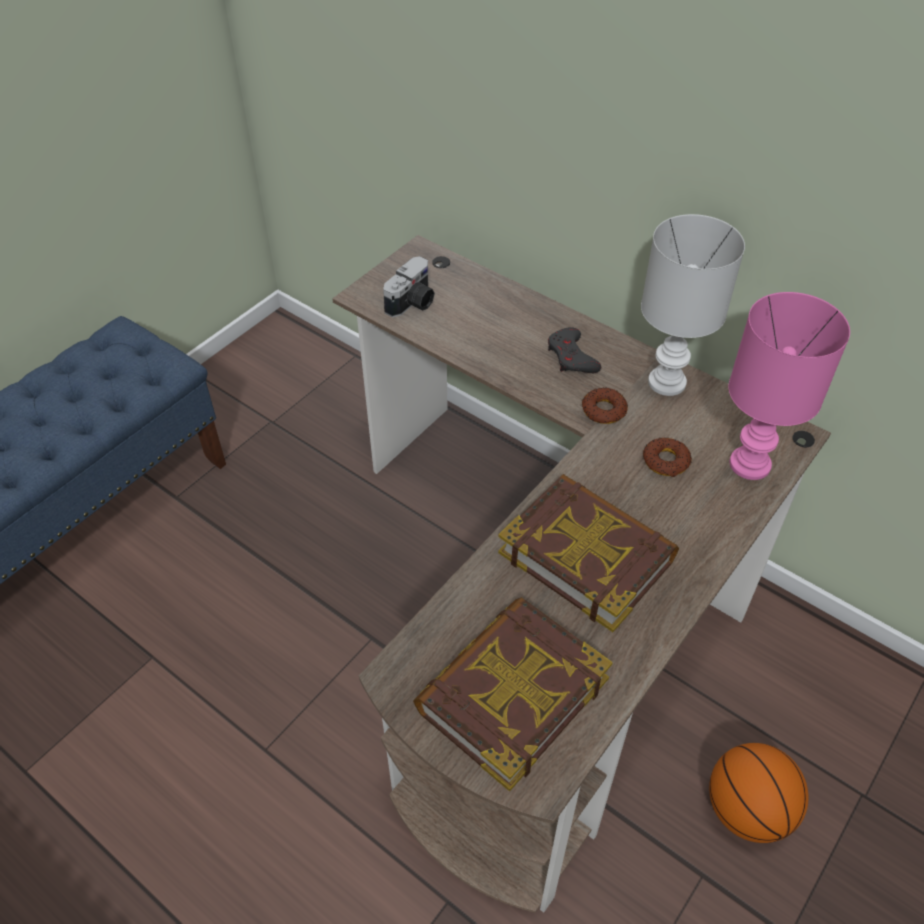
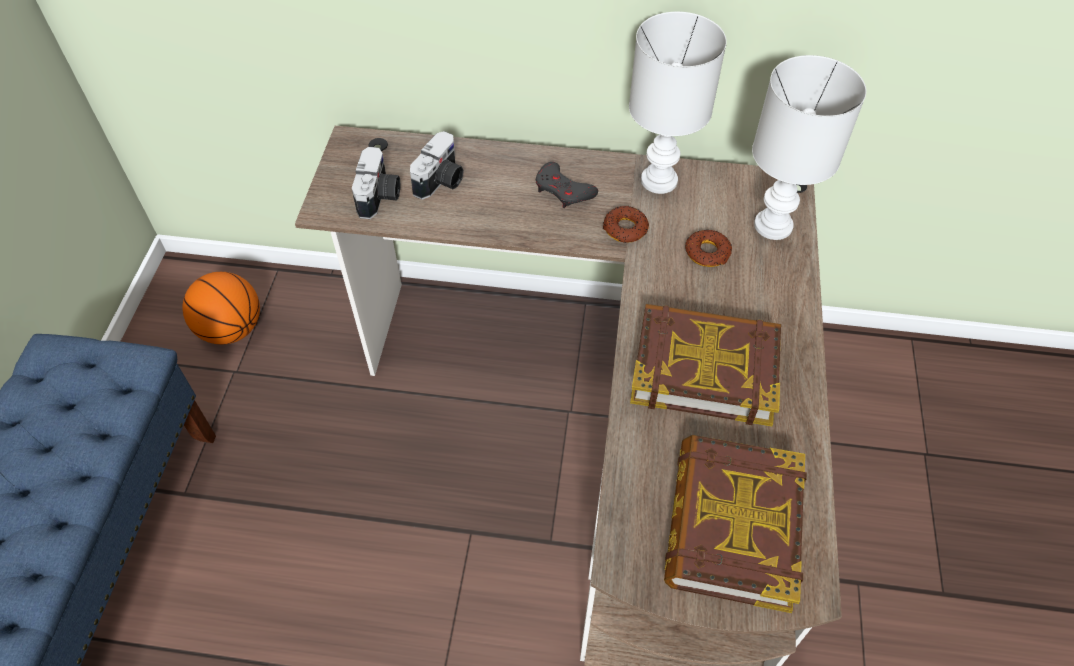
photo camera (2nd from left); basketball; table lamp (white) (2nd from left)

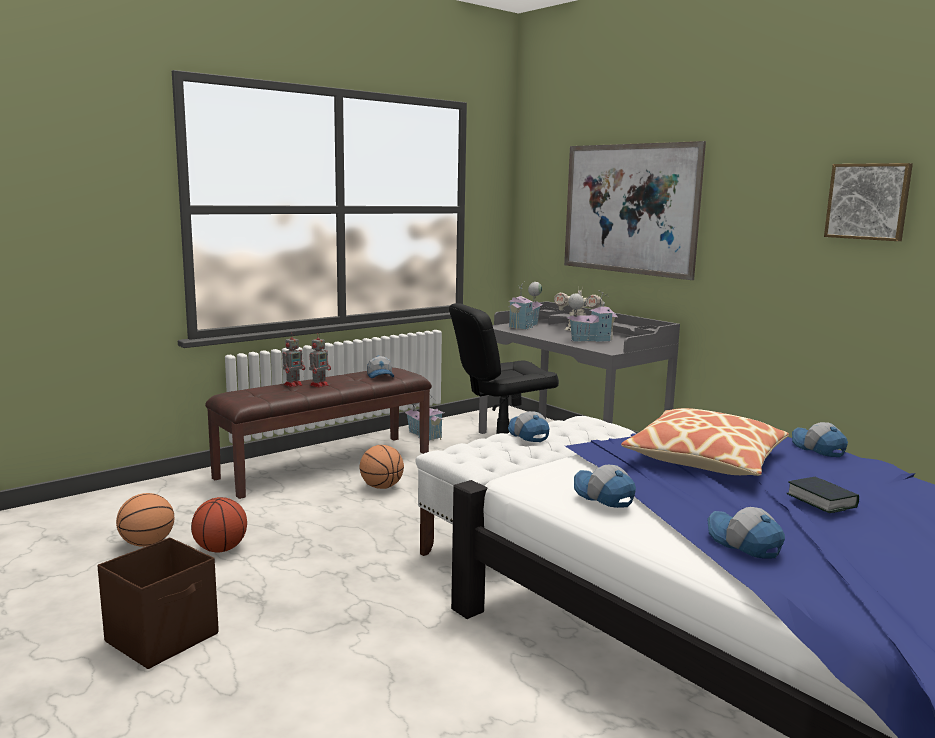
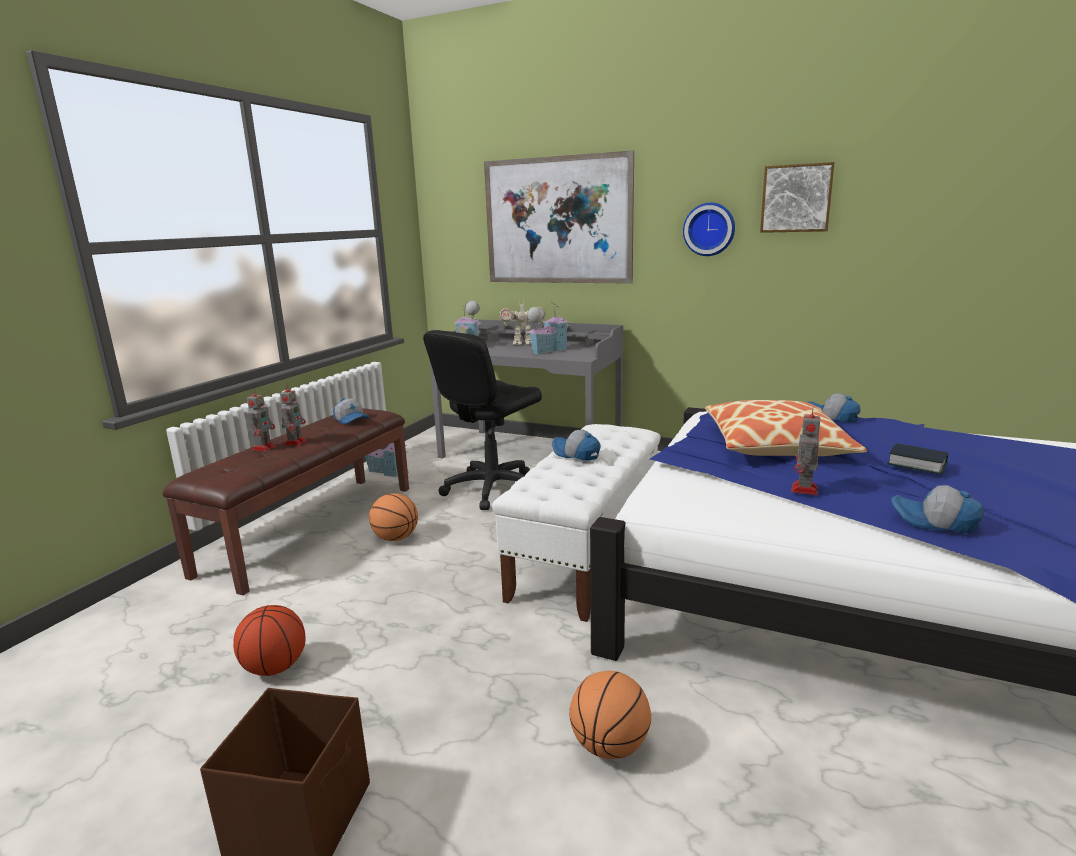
cap (3rd from left in the first image); wall clock; toy robot (4th from left); basketball (3rd from left)

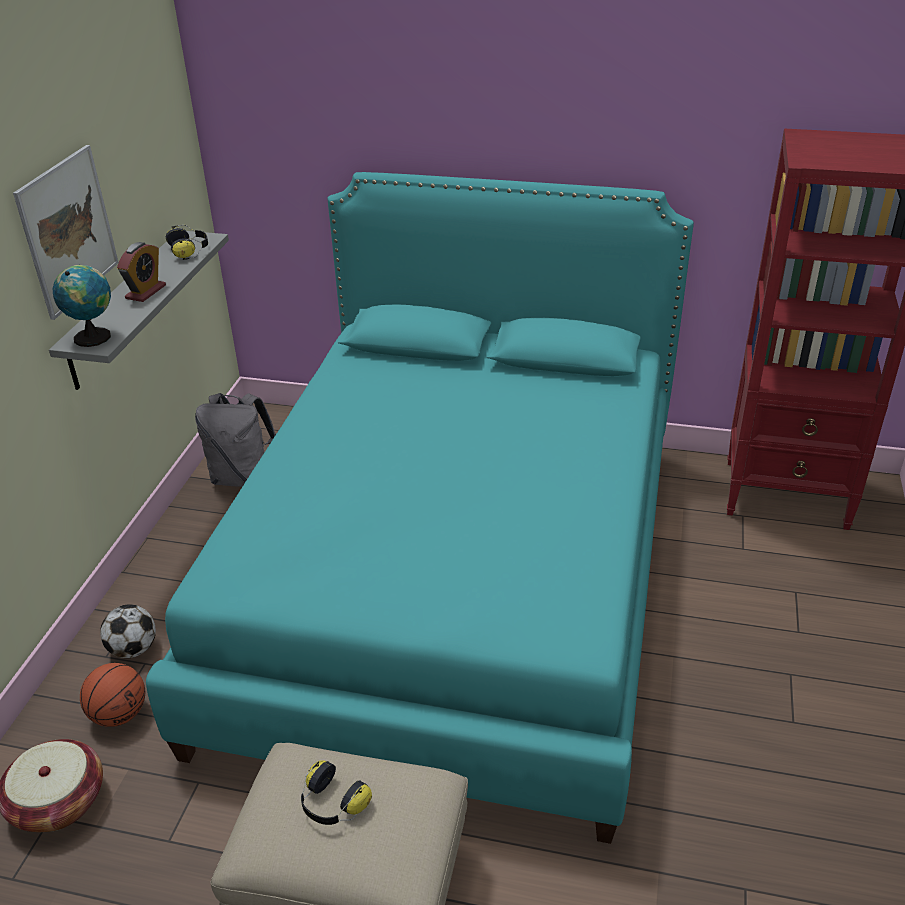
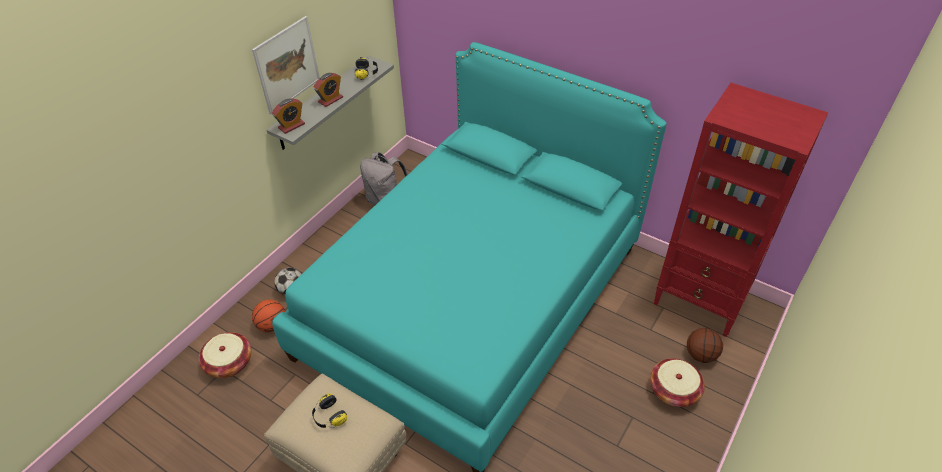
basket (2nd from left); basketball (2nd from left); alarm clock (1st from left)

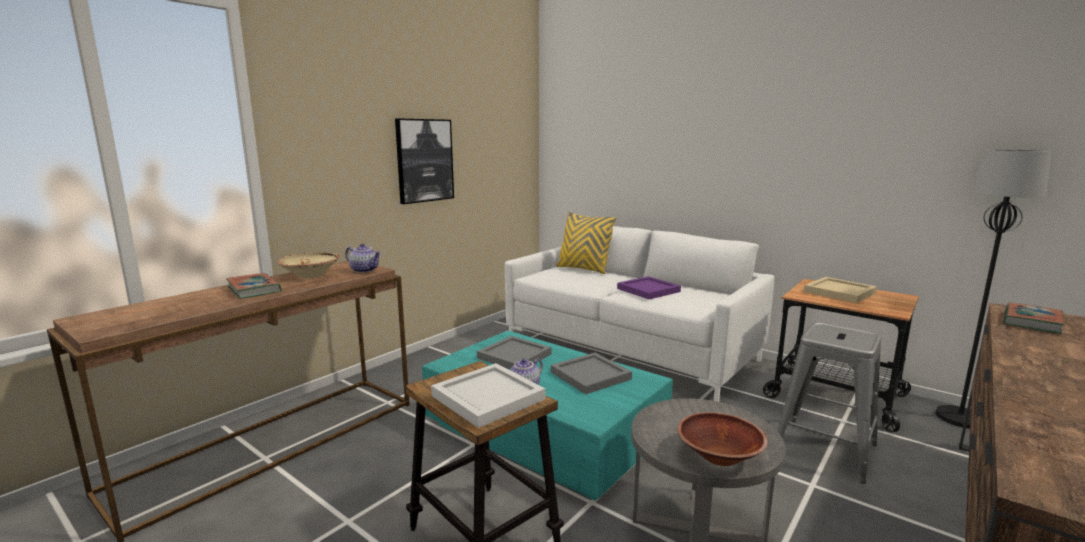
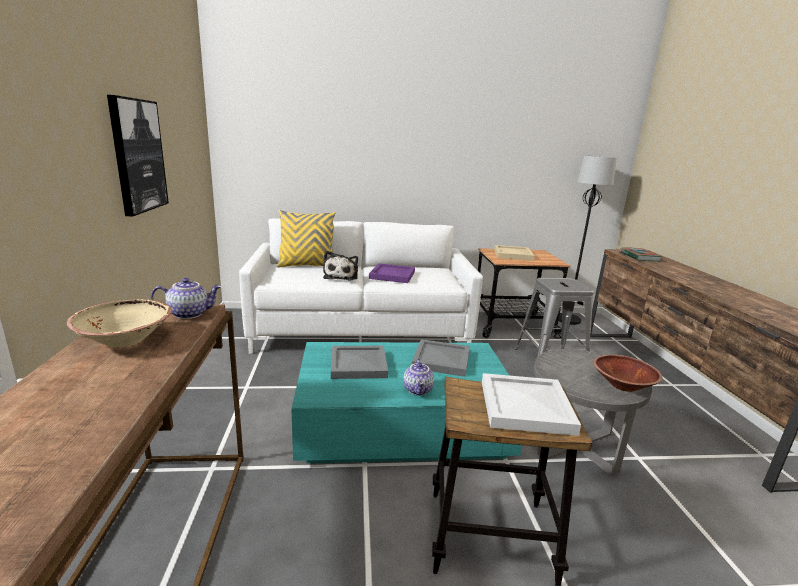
book (1st from left in the first image); plush toy

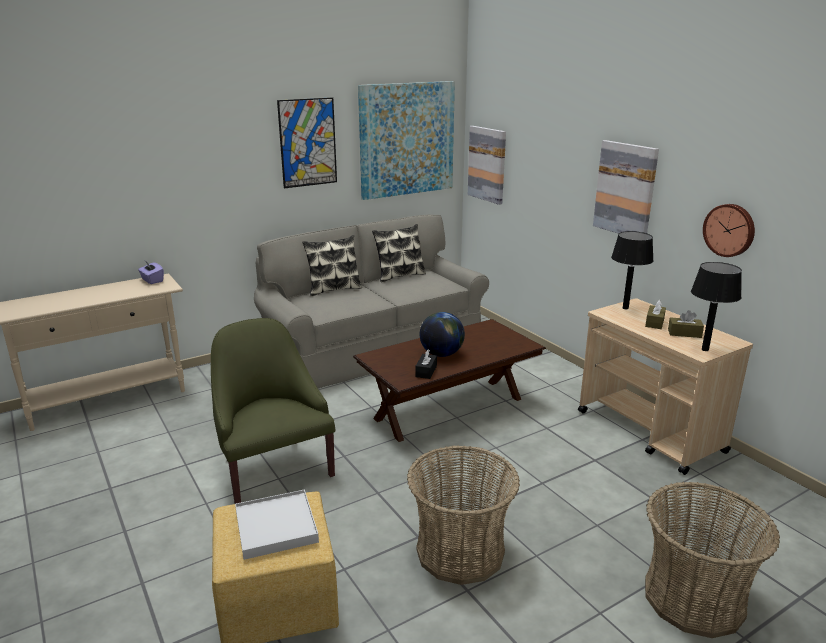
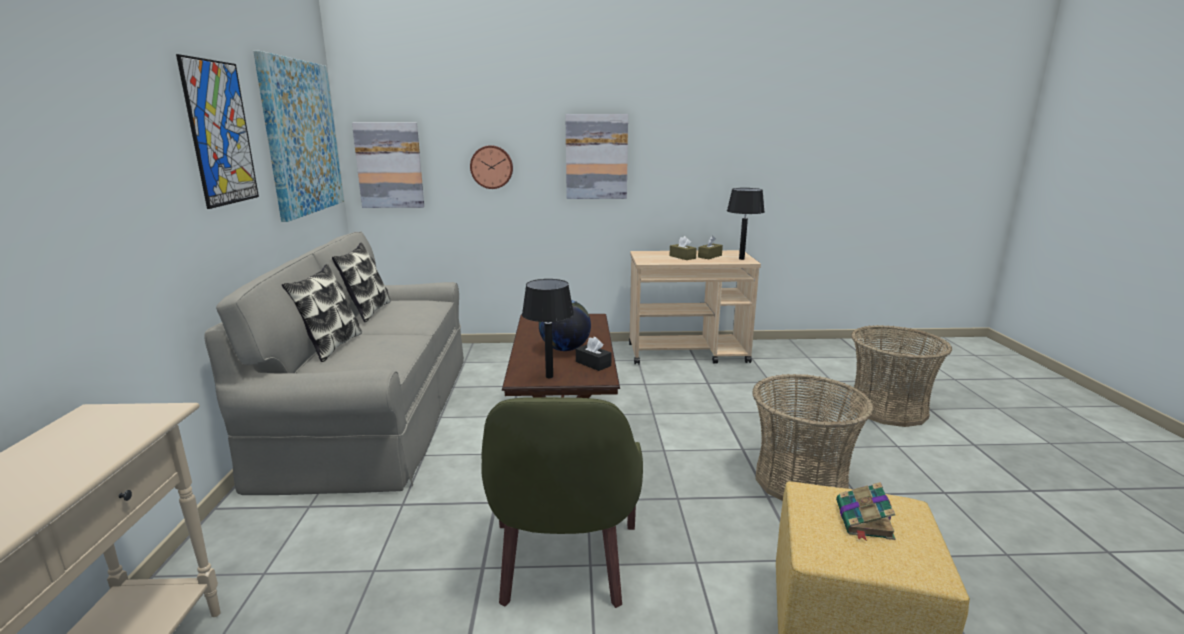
tissue box (purple); table lamp (black) (1st from left); wall clock; book; armchair (green)

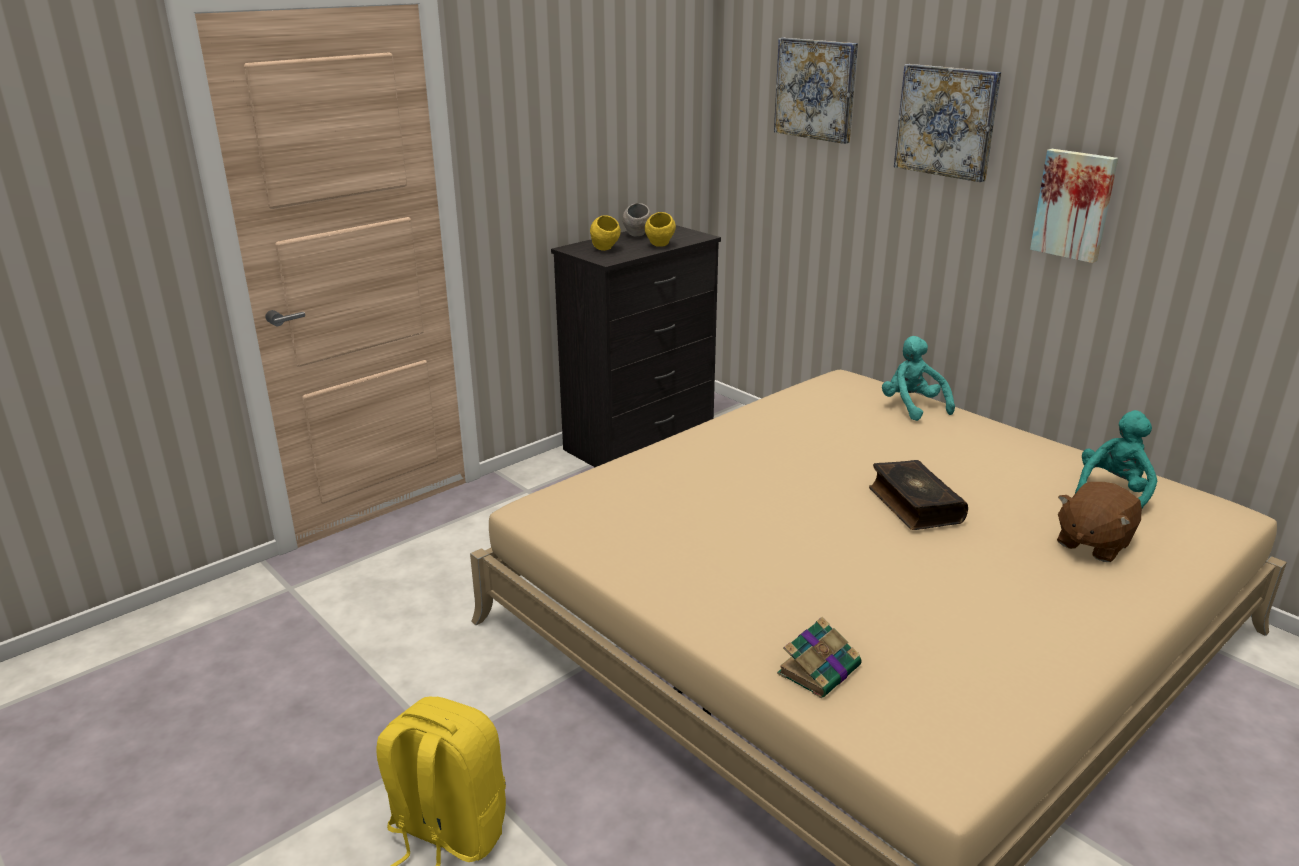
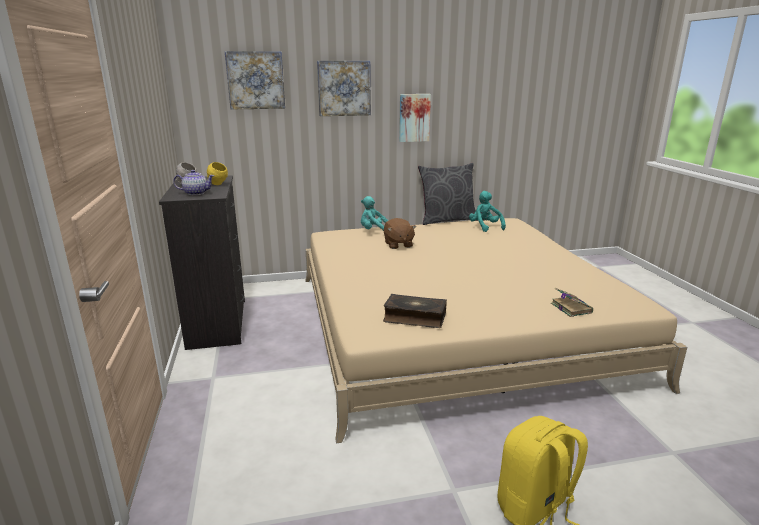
pillow (grey); book (1st from left); plush toy (brown); teapot

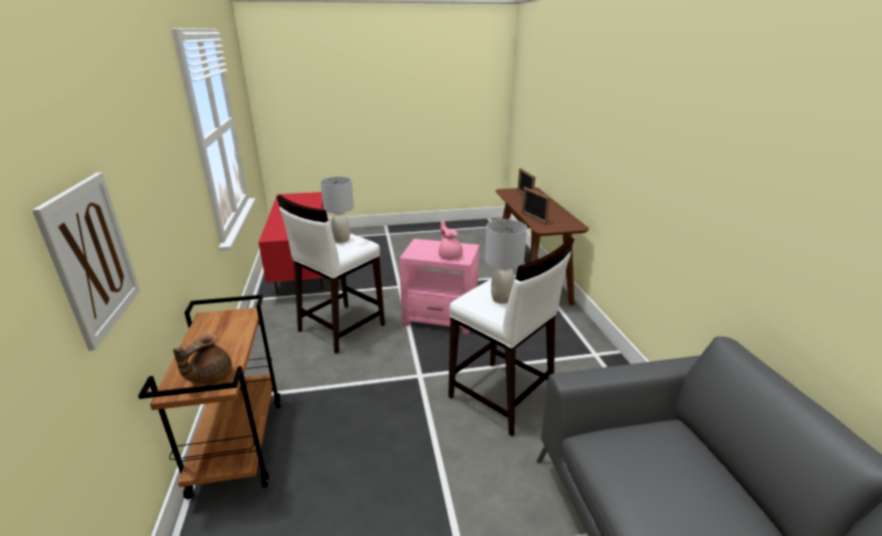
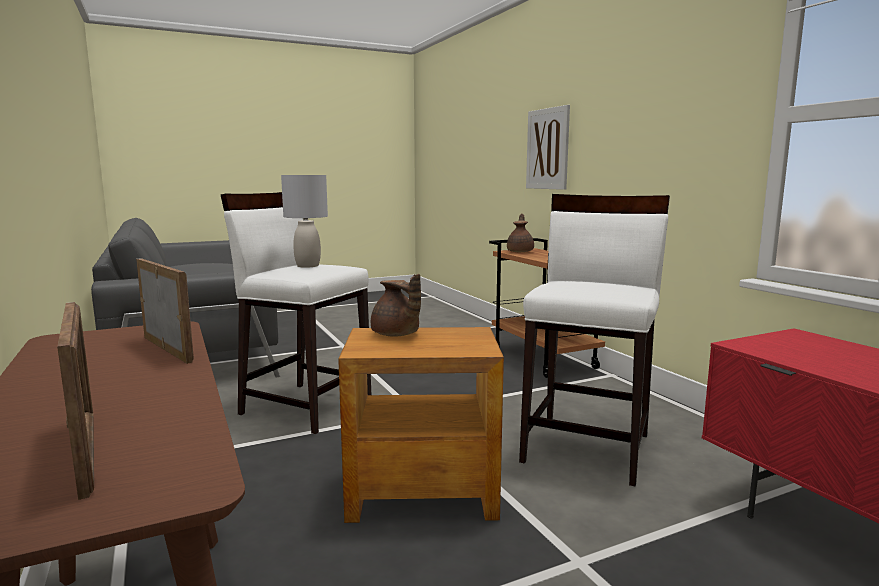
table lamp (grey) (1st from left in the first image); side table (brown); teapot (brown) (1st from left)

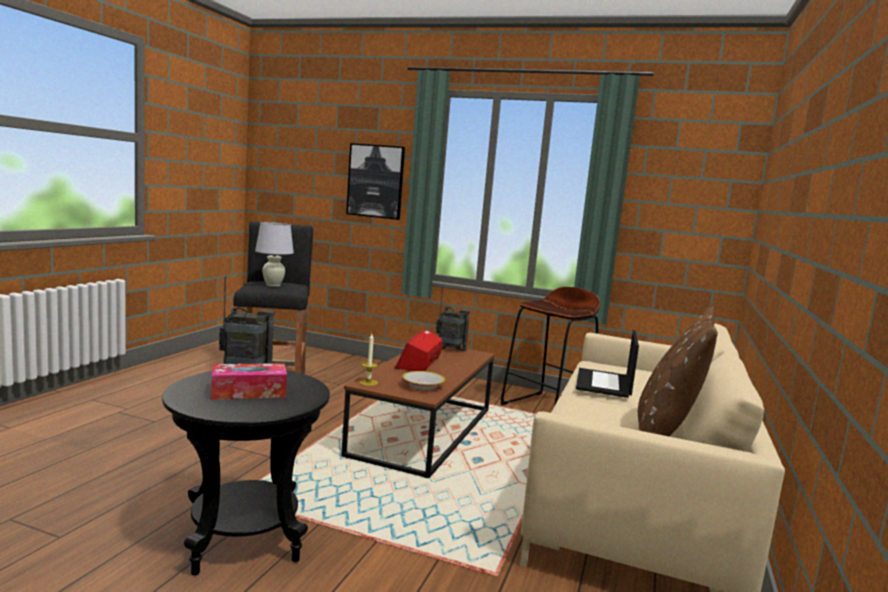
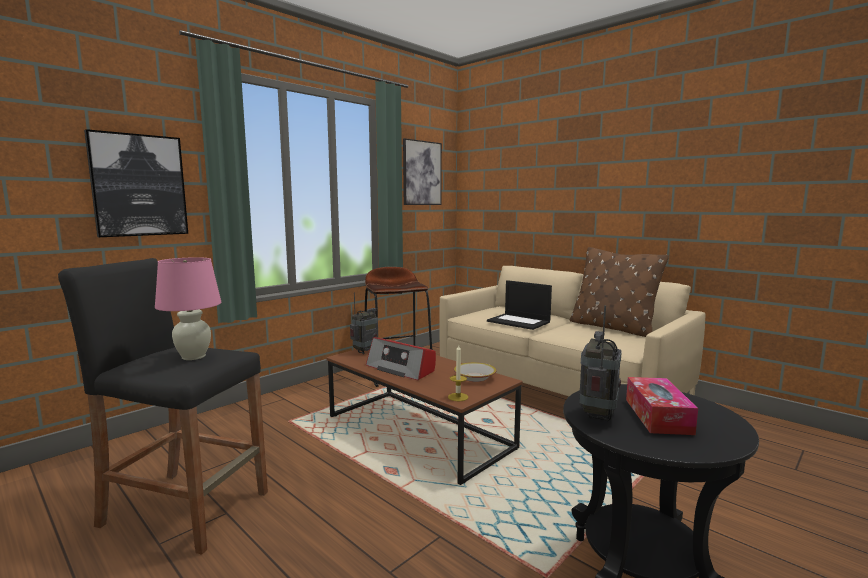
picture (2nd from left); table lamp (pink)

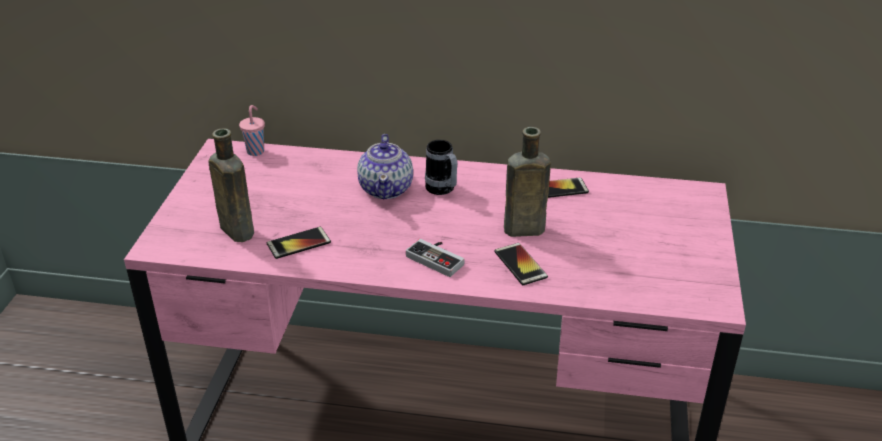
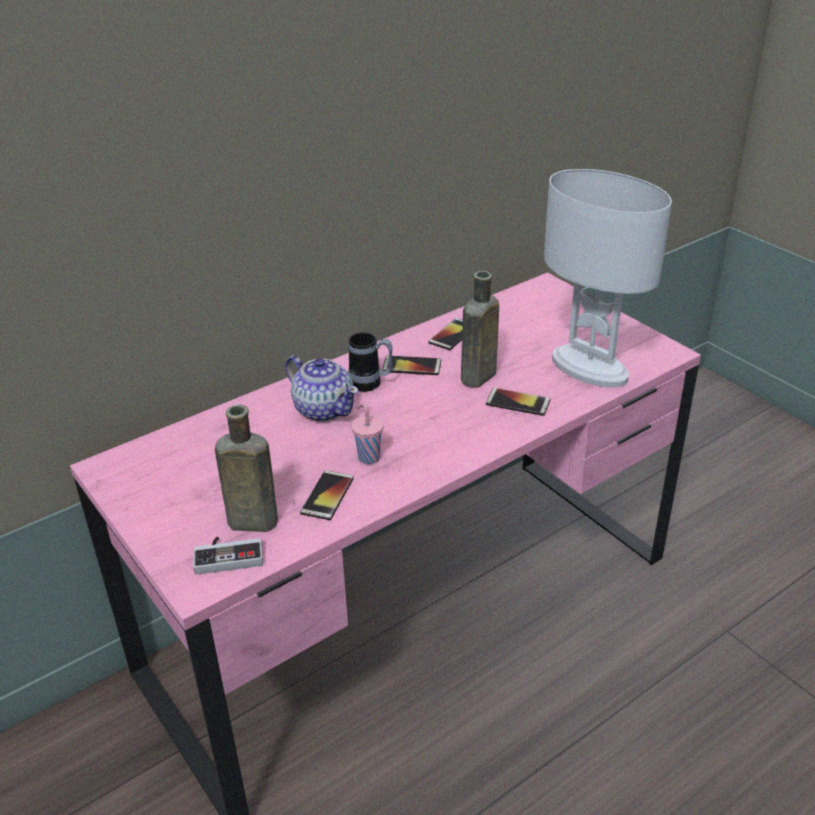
phone (2nd from left); table lamp (white); cup (pink); game controller

